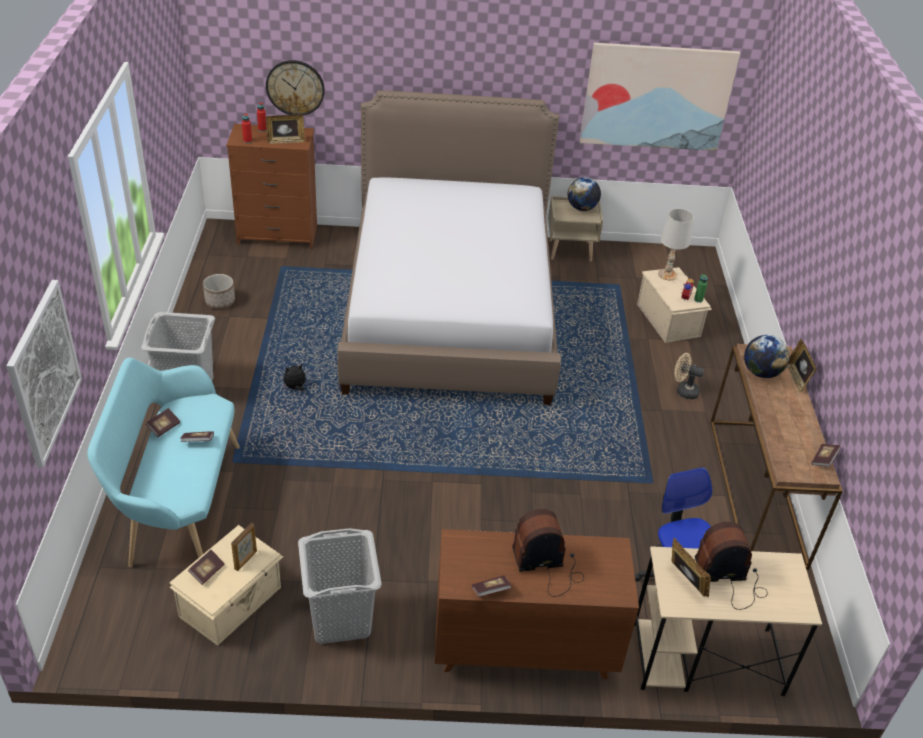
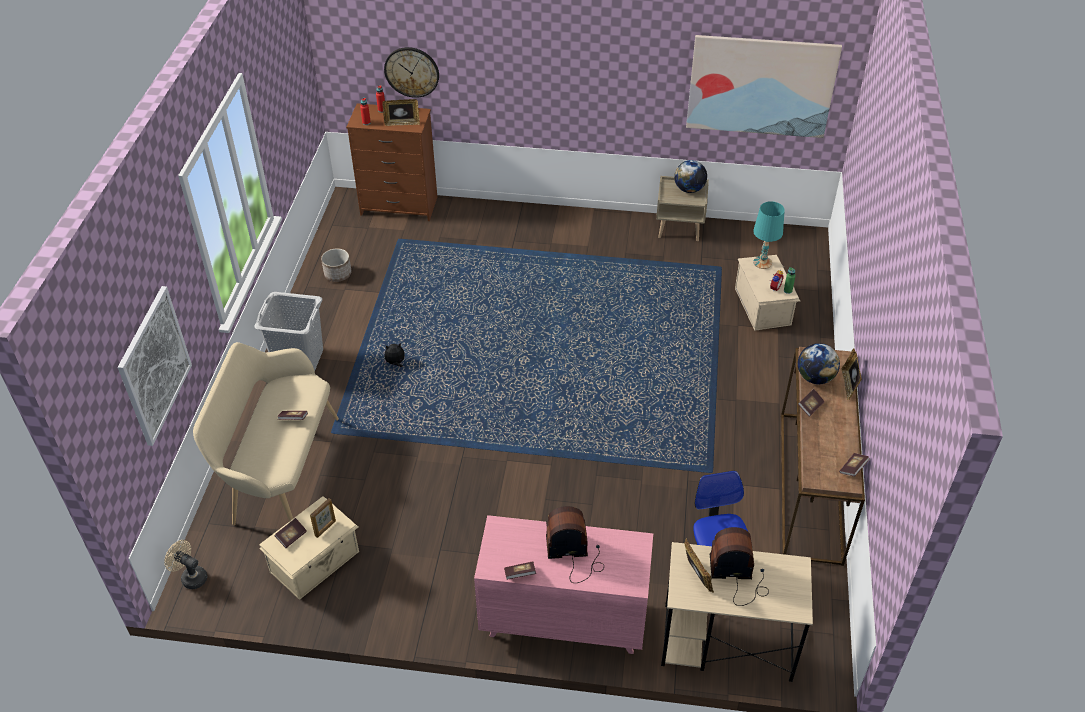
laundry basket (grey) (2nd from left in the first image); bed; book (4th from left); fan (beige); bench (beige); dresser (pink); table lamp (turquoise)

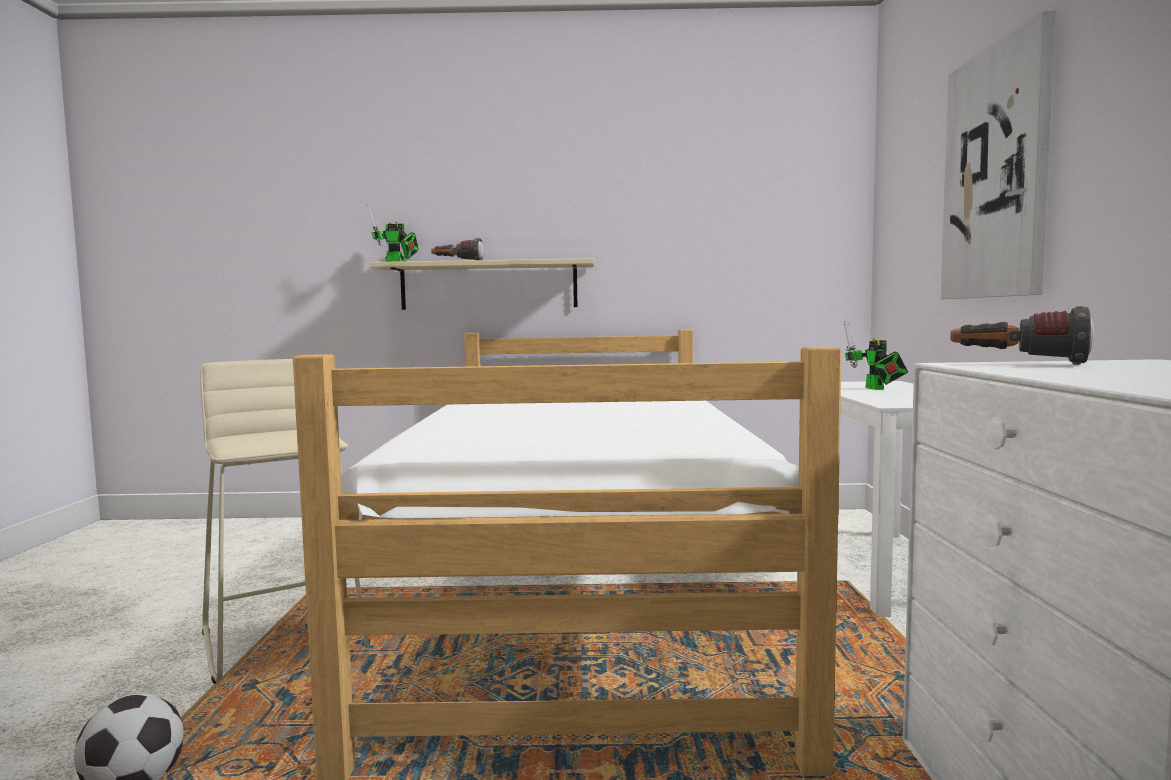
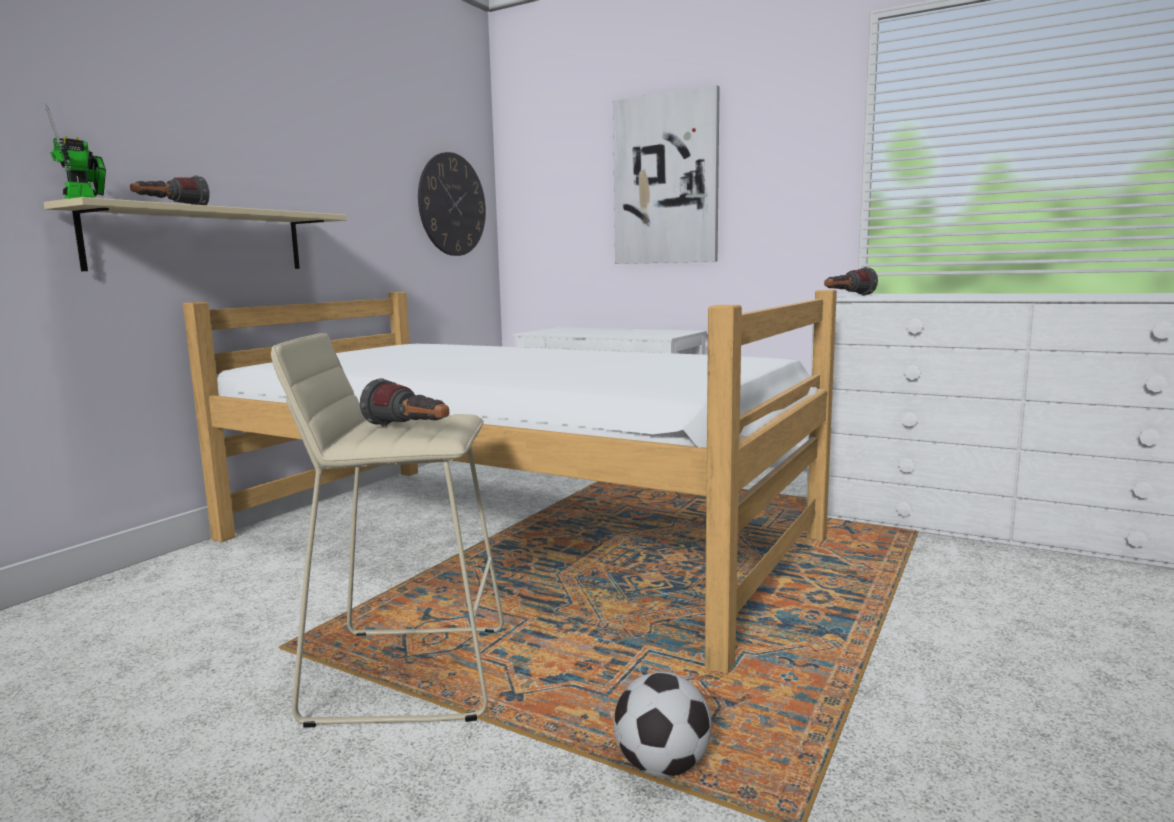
toy robot (2nd from left in the first image); flashlight (2nd from left); wall clock

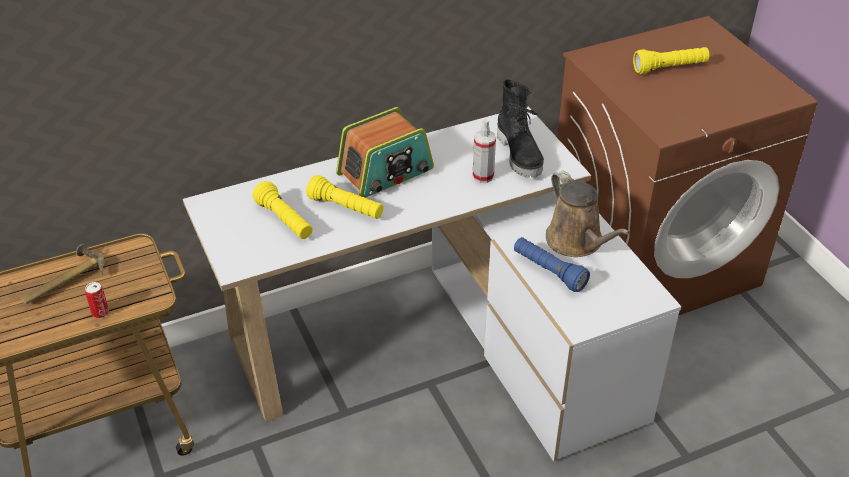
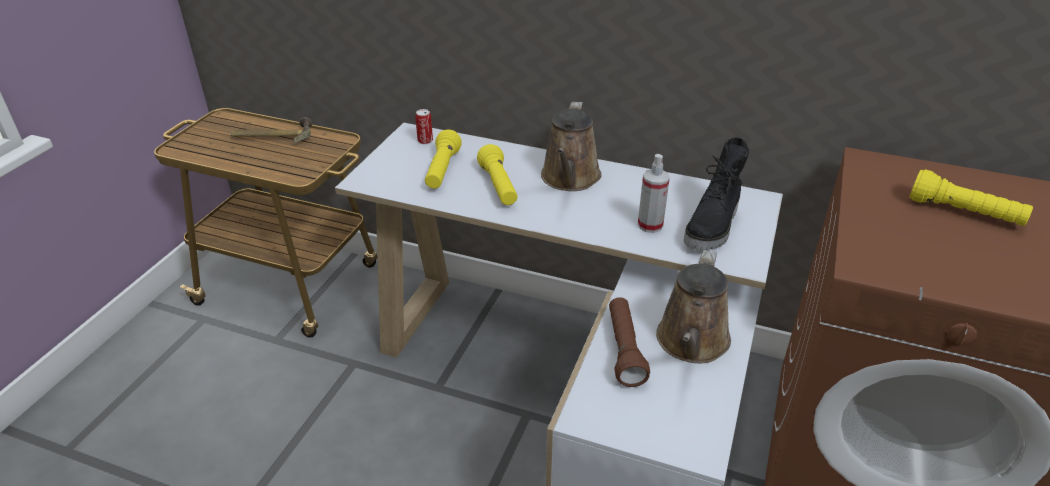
can; watering can (brown) (1st from left); flashlight (brown)

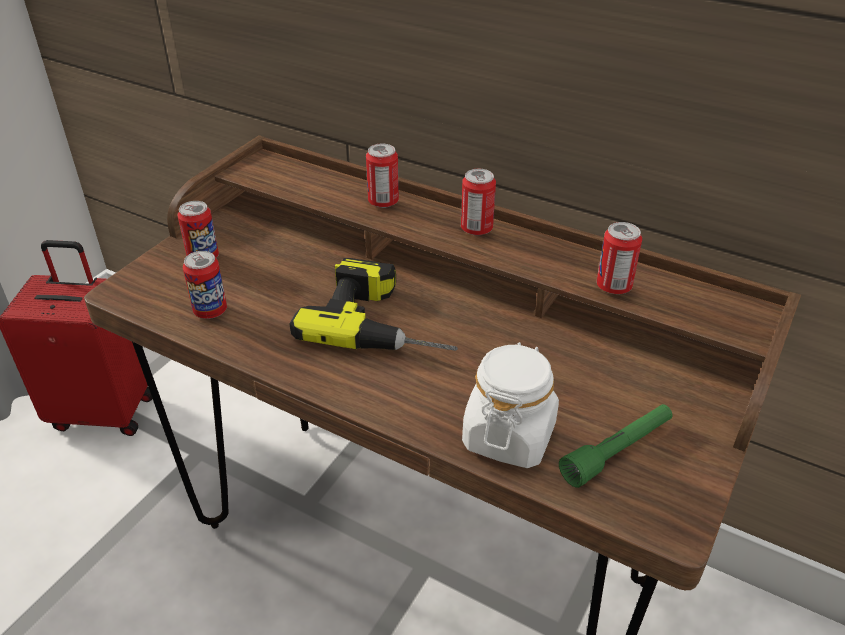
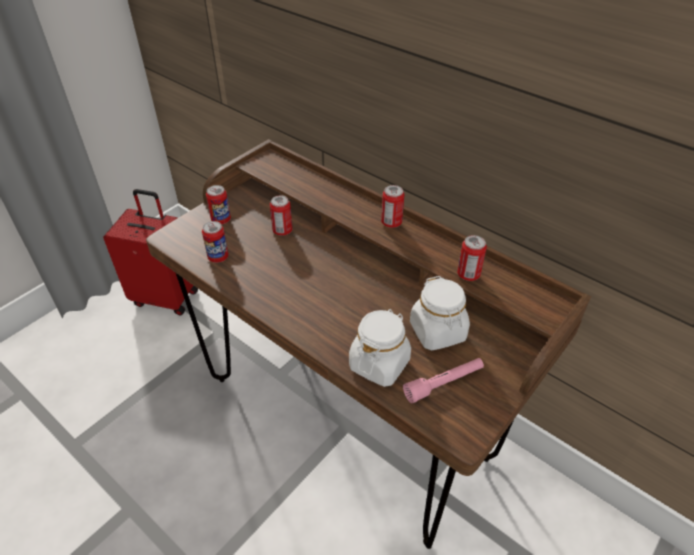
power drill; jar (white) (2nd from left); can (3rd from left); flashlight (pink)

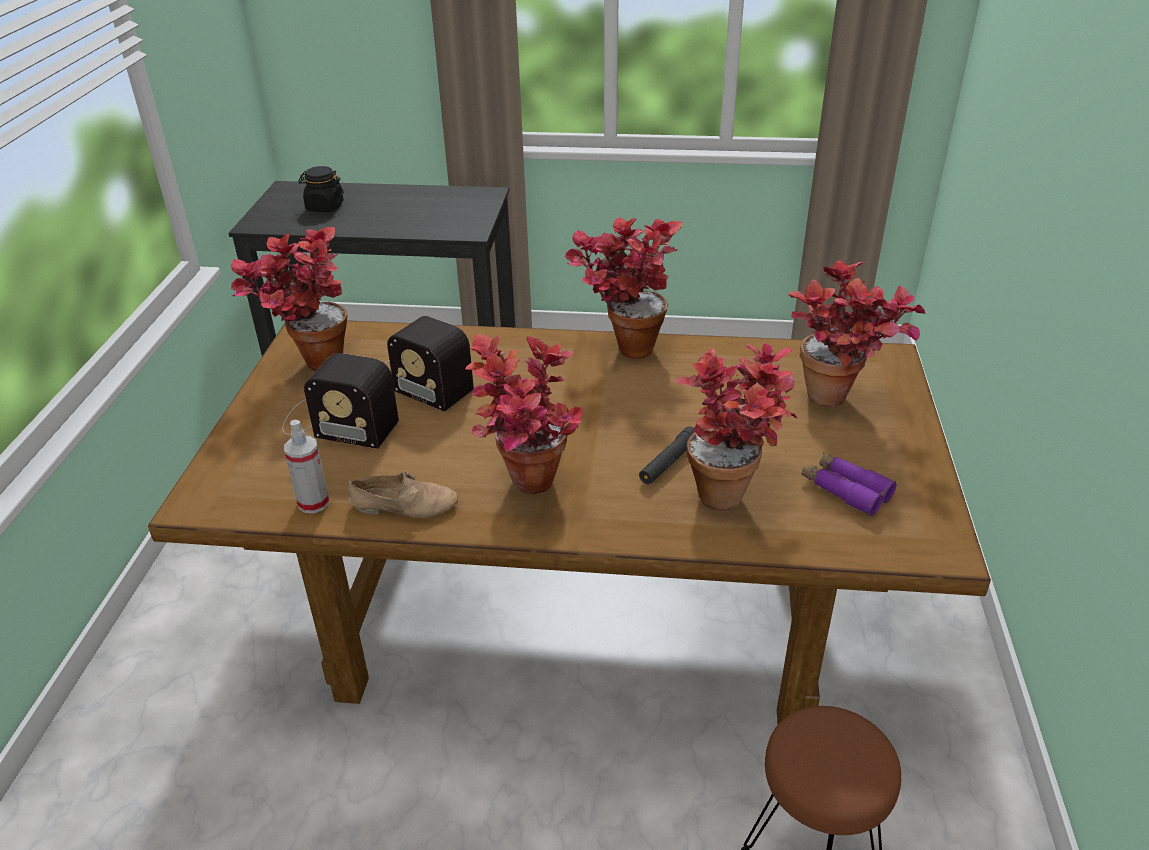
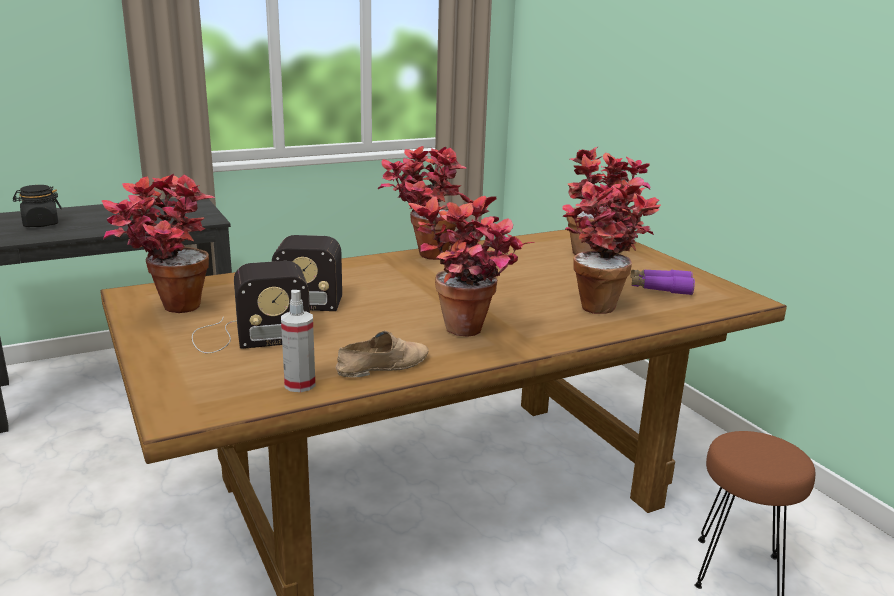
flashlight (black)

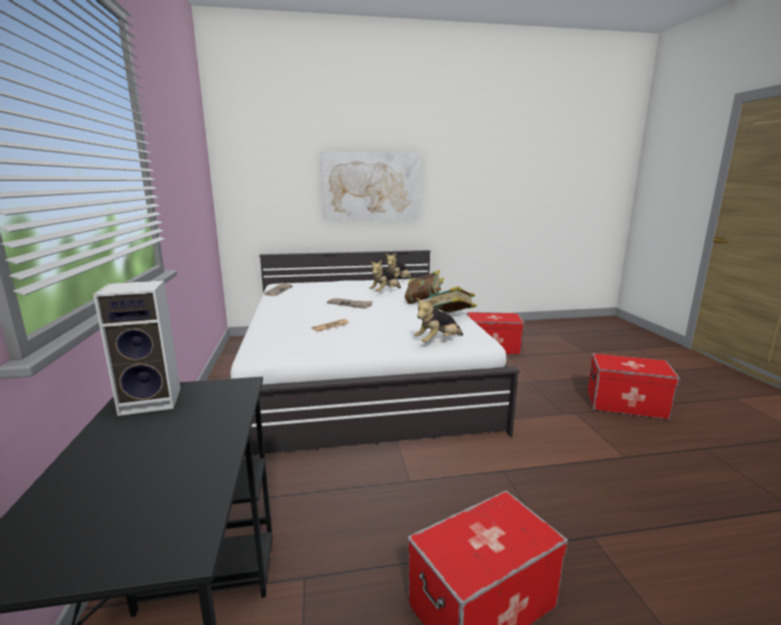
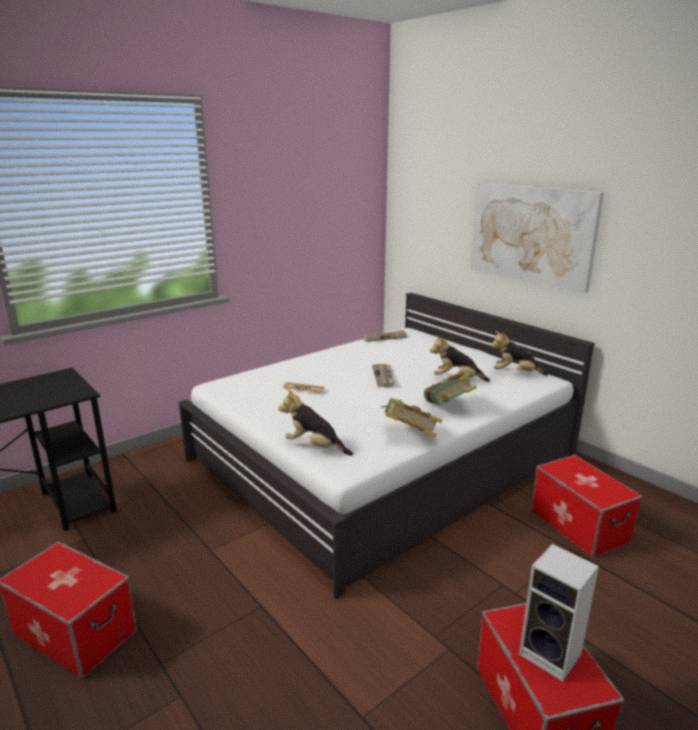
speaker

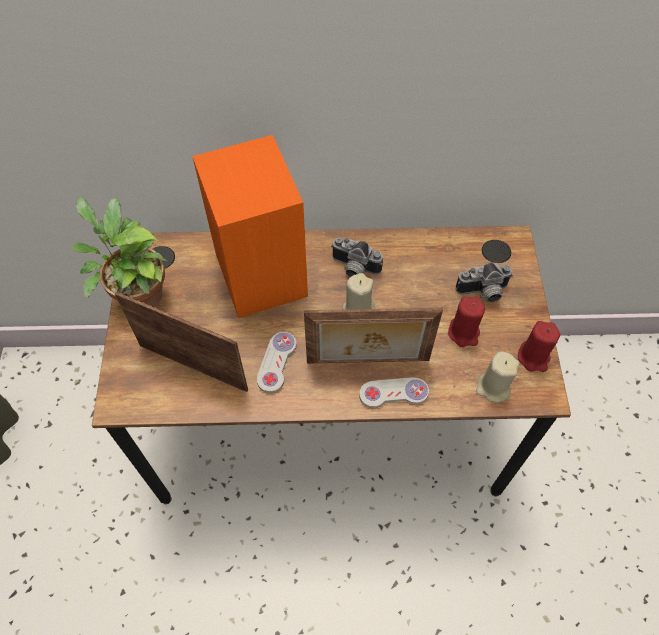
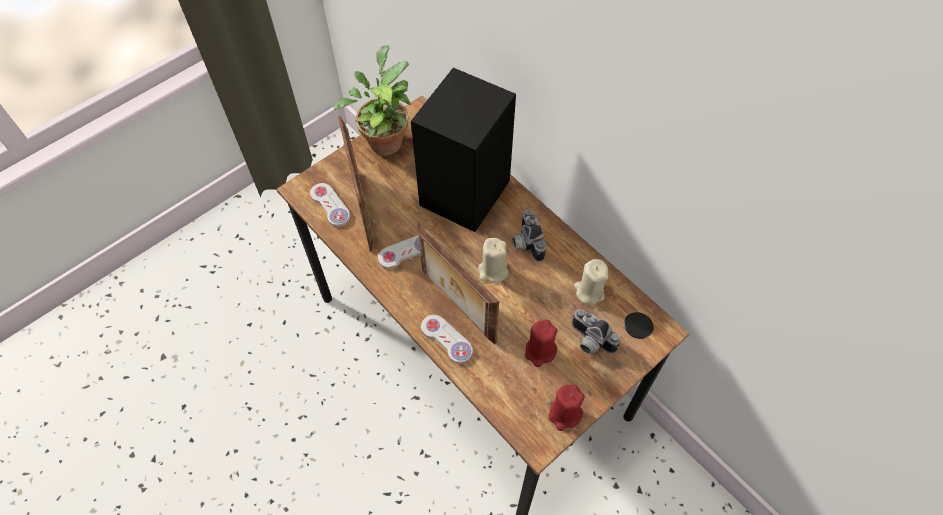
game controller (white) (1st from left); candle (beige) (2nd from left); speaker (black)

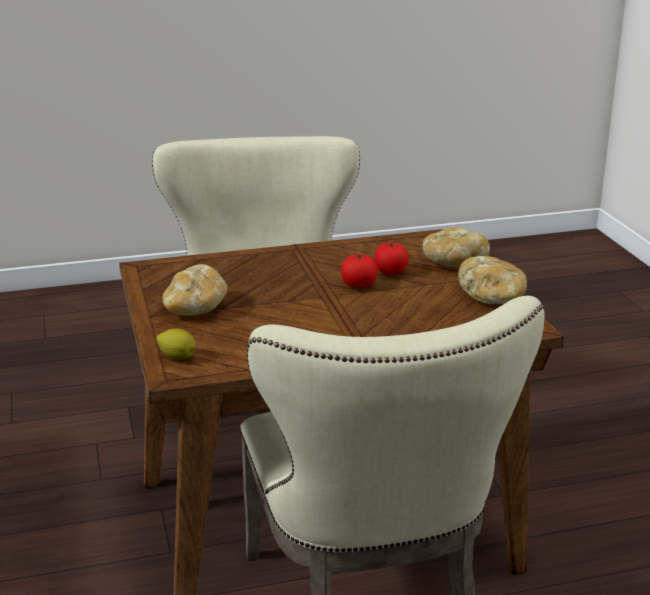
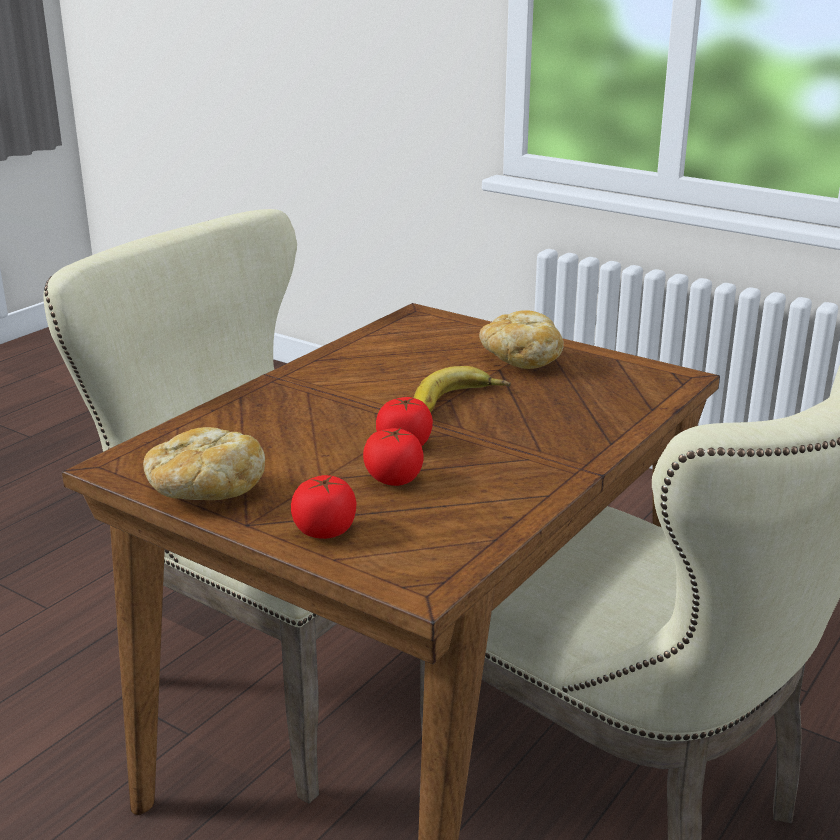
lemon; banana; tomato (1st from left)

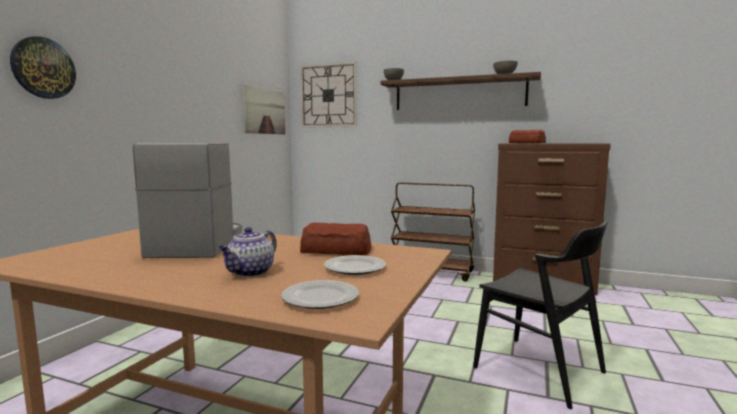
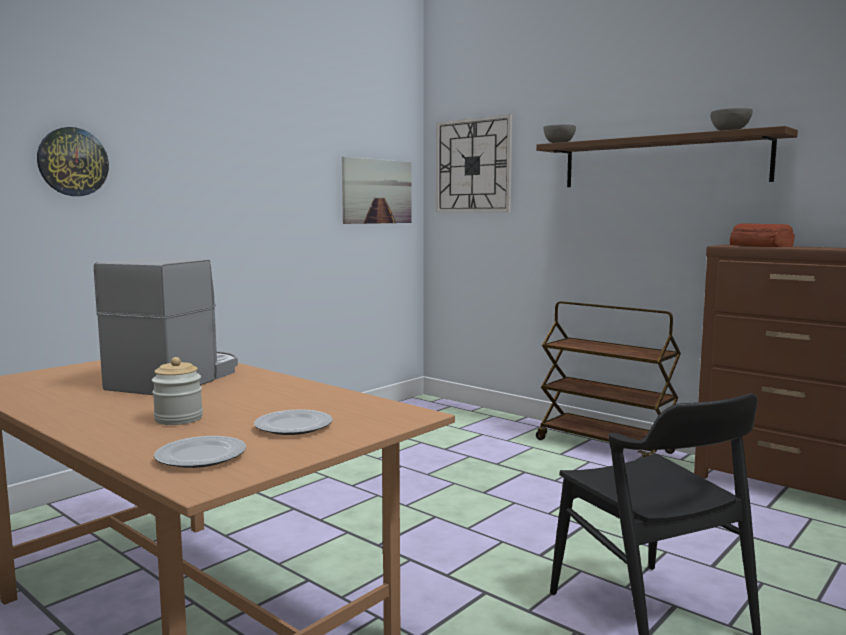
bread (1st from left in the first image); jar

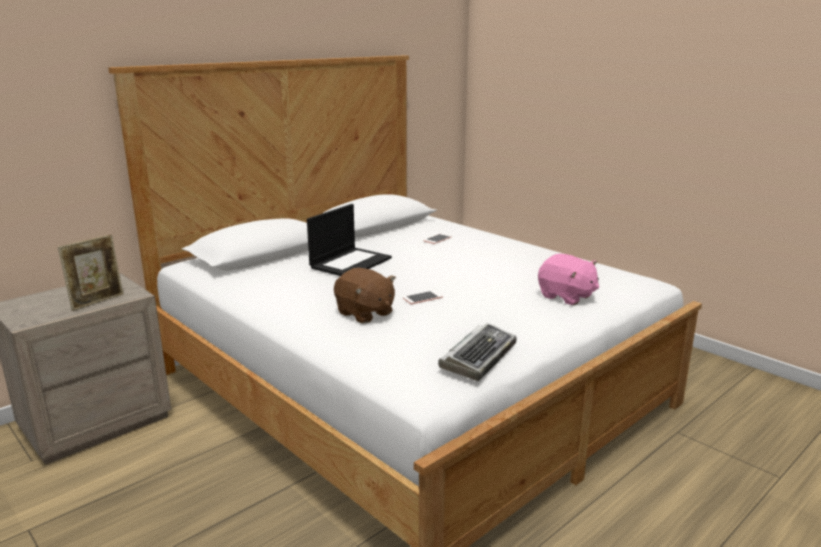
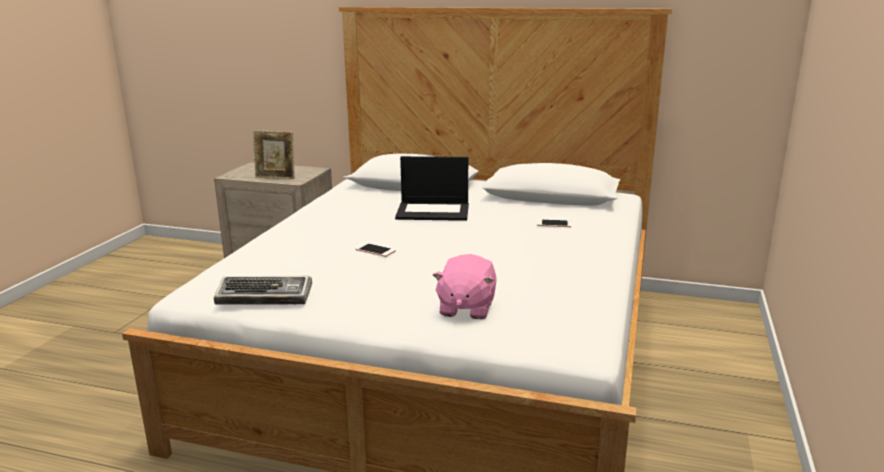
plush toy (brown)

